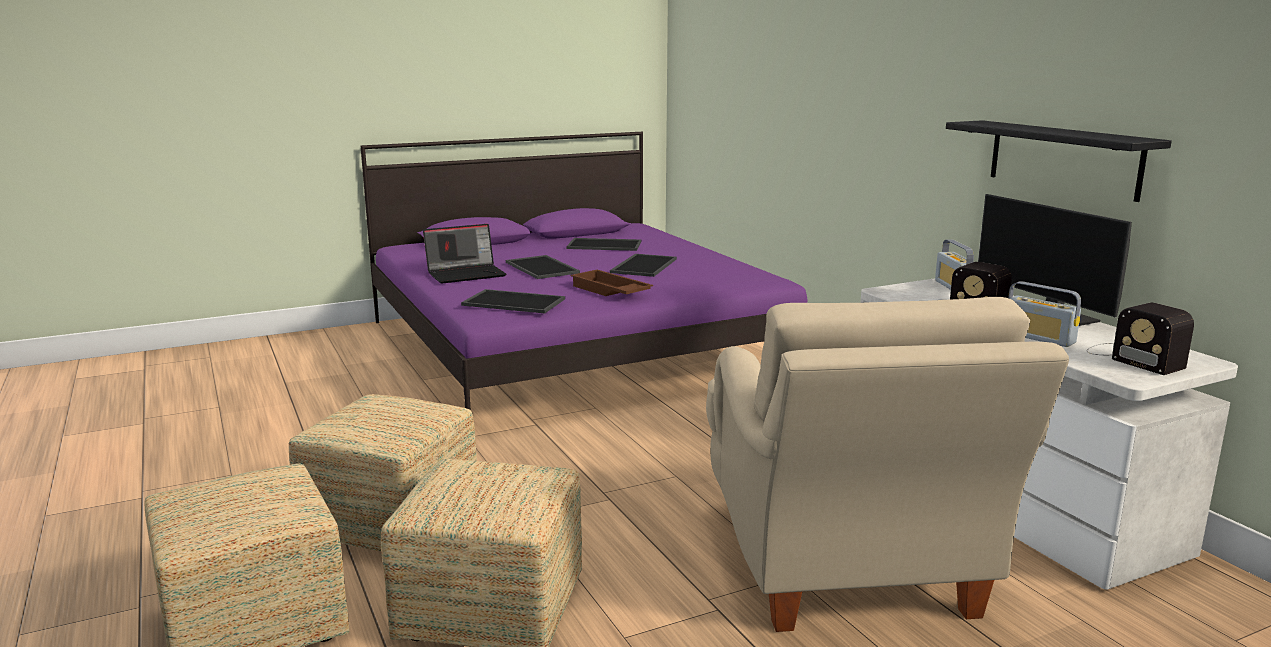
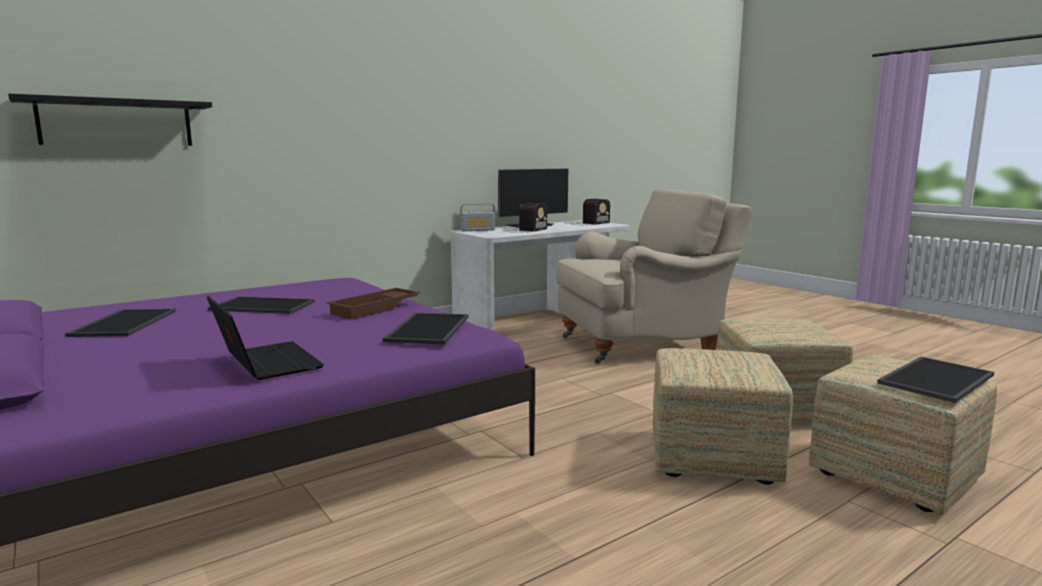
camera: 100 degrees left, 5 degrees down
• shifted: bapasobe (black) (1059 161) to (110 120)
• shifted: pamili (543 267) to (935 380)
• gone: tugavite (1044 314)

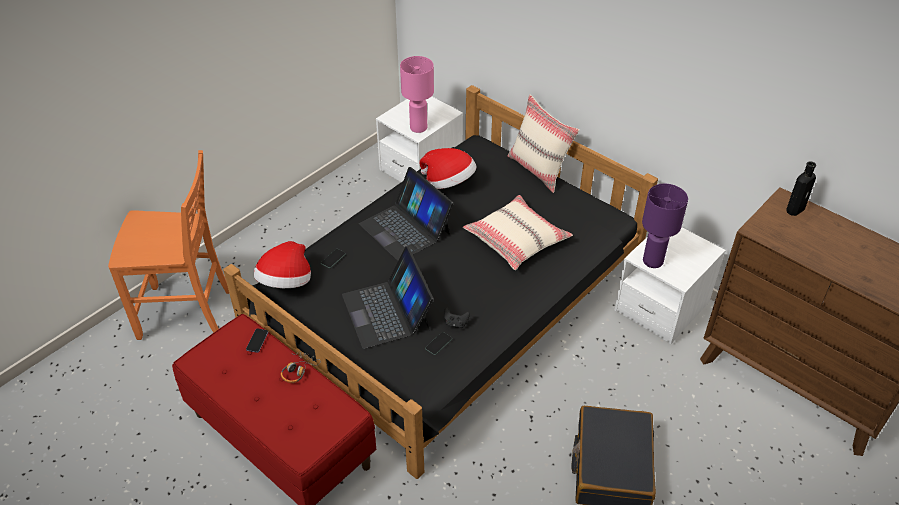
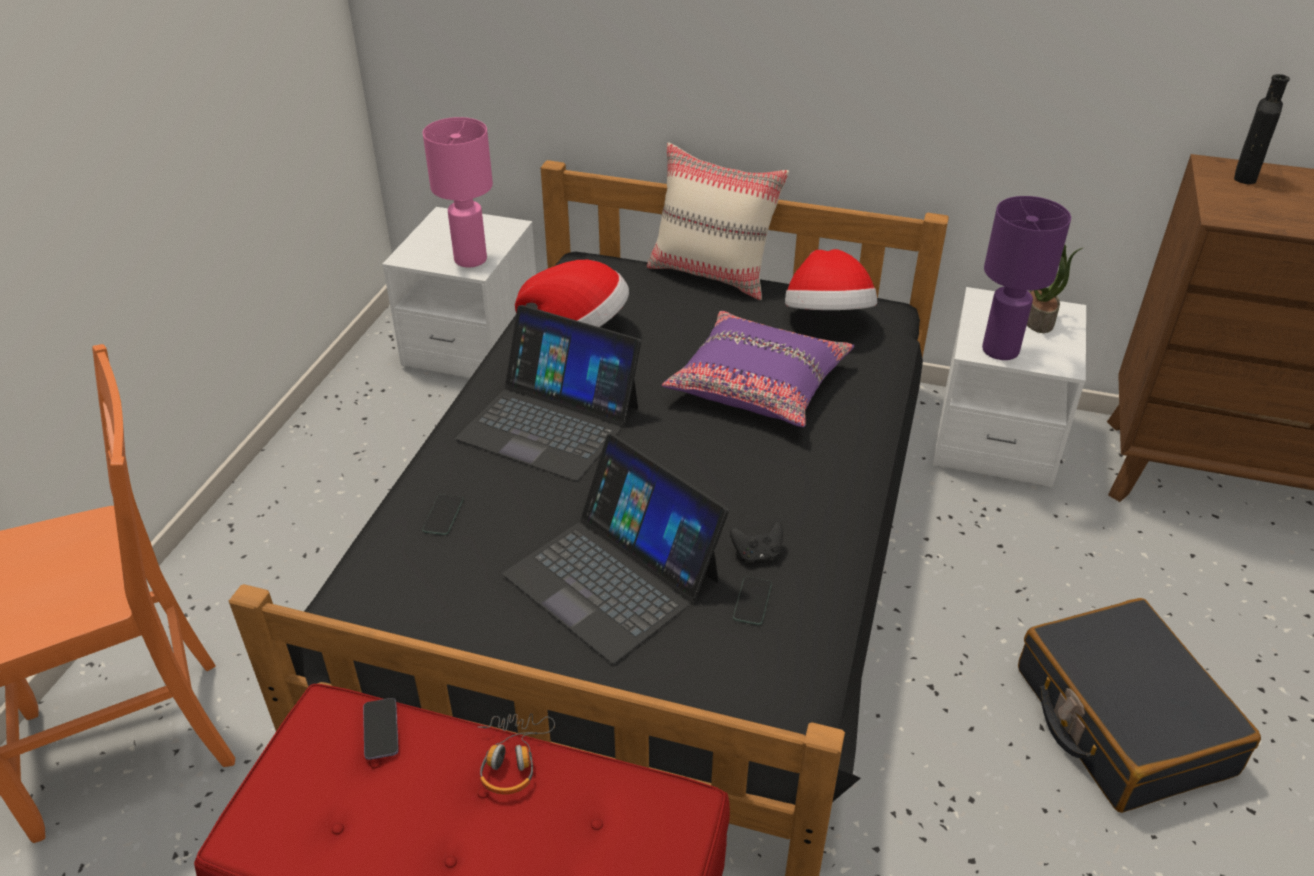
camera: 25 degrees left, 5 degrees down
• repainted: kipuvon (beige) (518 232) to kipuvon (purple) (758 369)
• shifted: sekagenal (282 264) to (831 279)
• new: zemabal (1055 289)

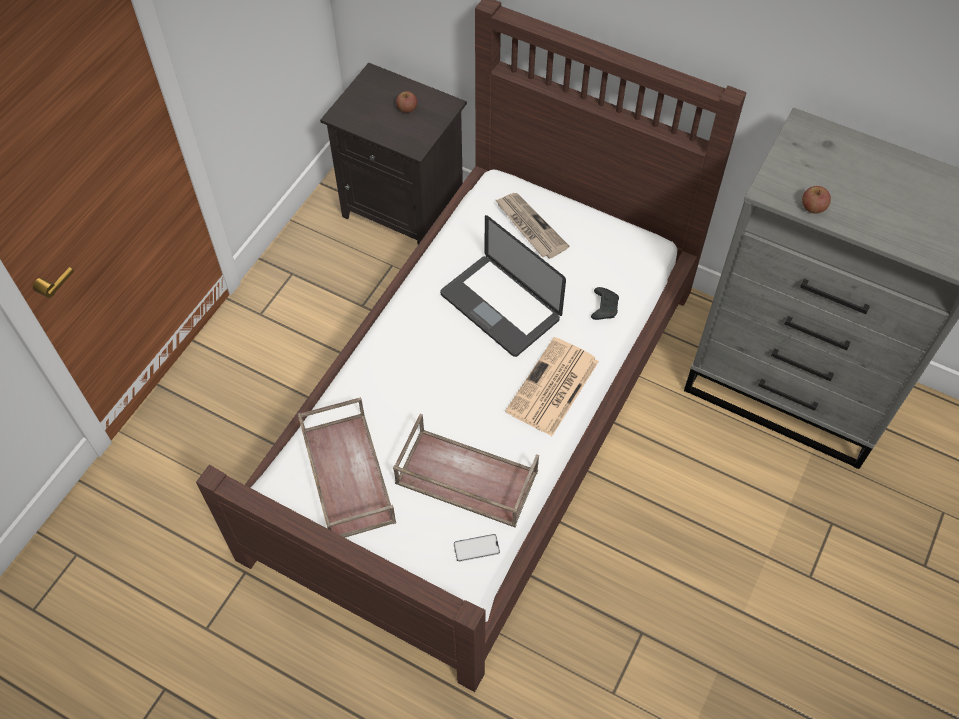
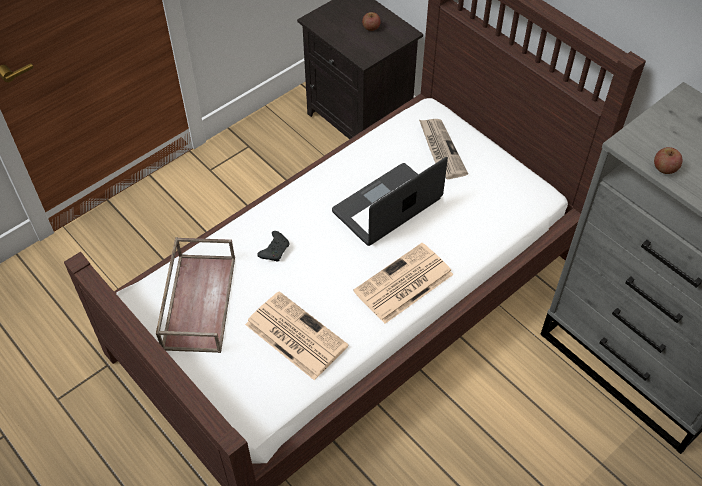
camera: 20 degrees right, 5 degrees down
• rotated: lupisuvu (503 286) = (390 201) 75 degrees clockwise
• shifted: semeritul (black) (605 303) to (273 246)
• swapped: pamili (brown) (466 471) to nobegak (297 335)
• gone: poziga (476 548)

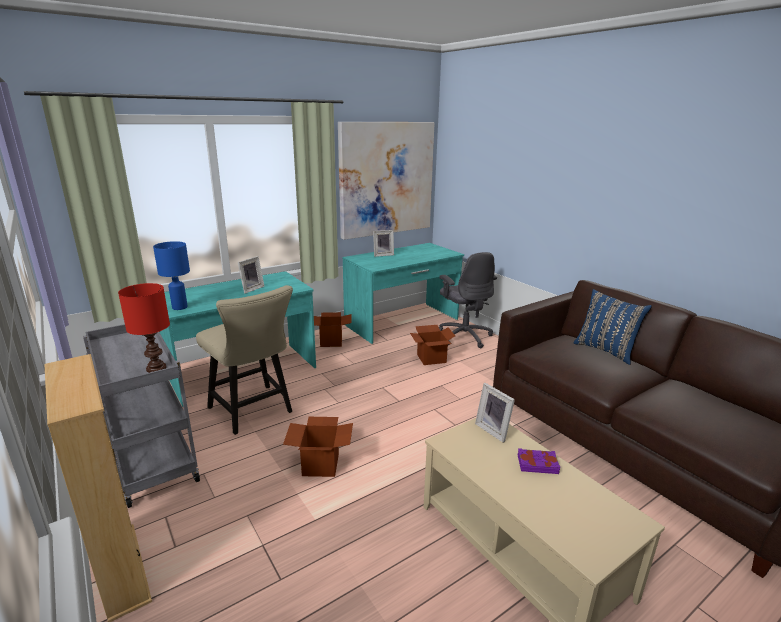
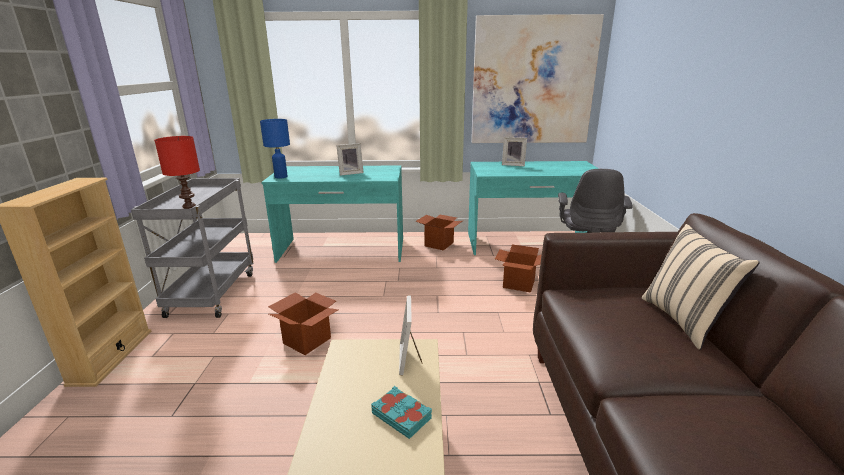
camera: 35 degrees right, 0 degrees up
• gone: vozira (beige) (244 360)
• repainted: kipuvon (blue) (612 327) to kipuvon (beige) (701 287)
• repainted: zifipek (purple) (539 461) to zifipek (turquoise) (401 412)

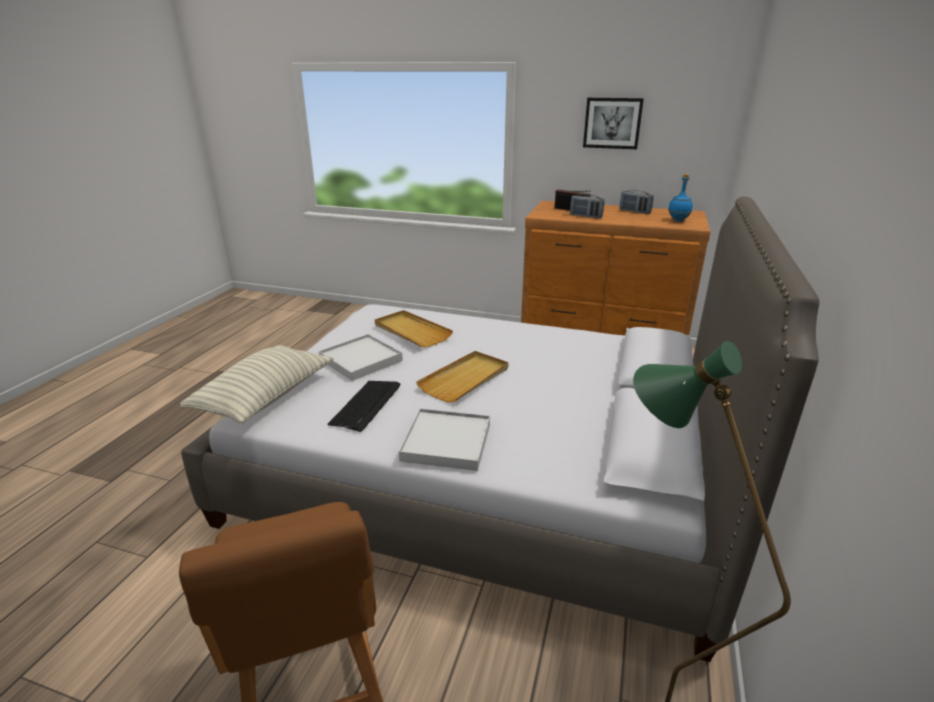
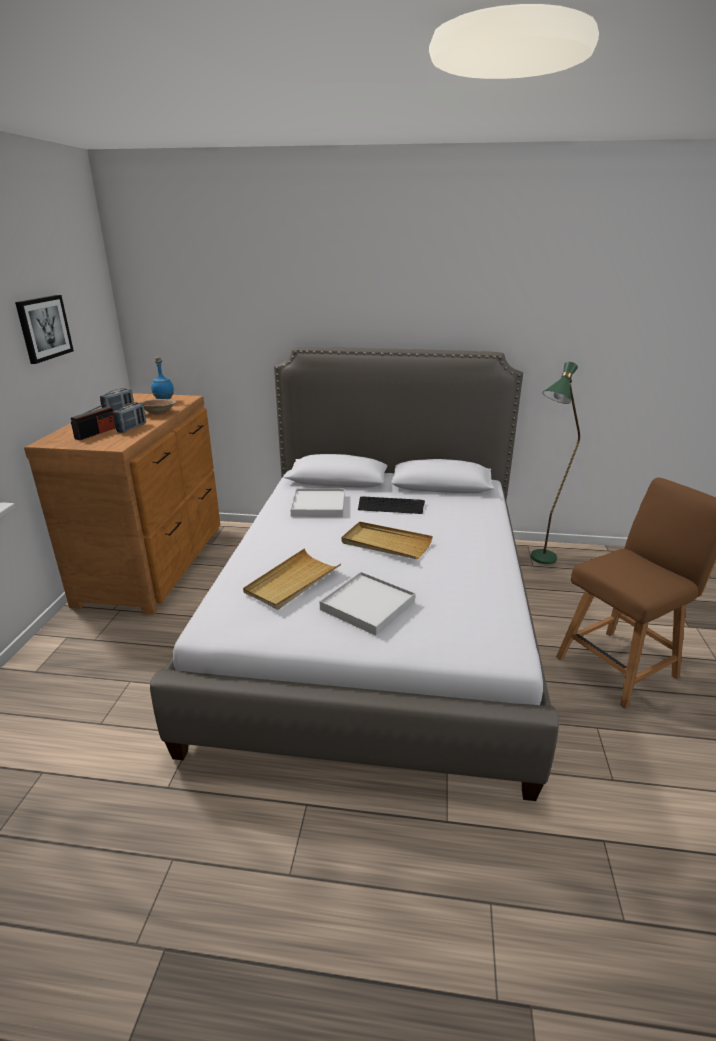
camera: 100 degrees left, 0 degrees up
• gone: kipuvon (257 384)
• shifted: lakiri (364 406) to (391 505)
• shifted: pamili (white) (444 439) to (317 502)
• new: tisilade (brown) (157 407)

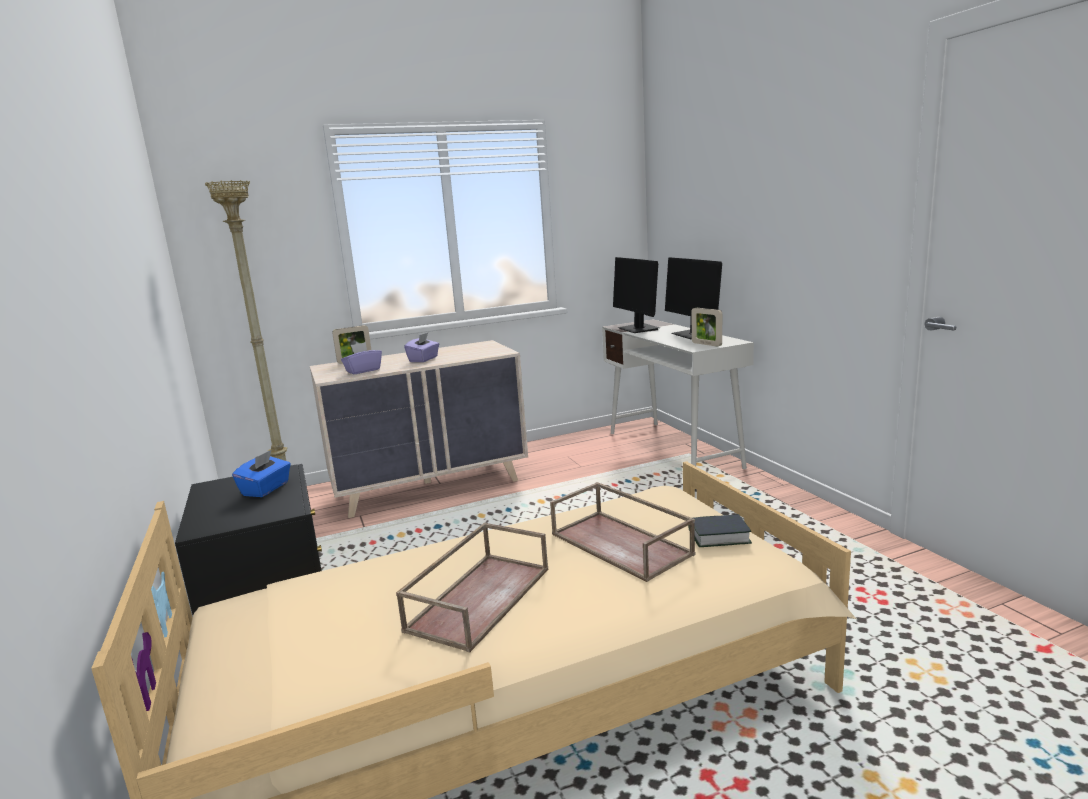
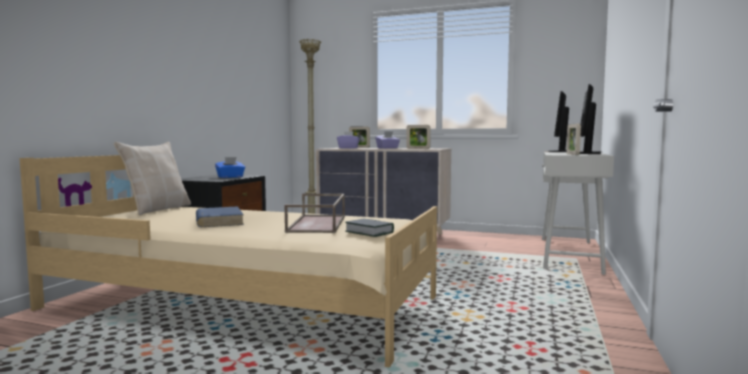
camera: 40 degrees right, 10 degrees down
• swapped: pamili (brown) (472 588) to zifipek (blue) (220 216)
• new: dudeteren (418 137)
• new: kipuvon (beige) (152 178)

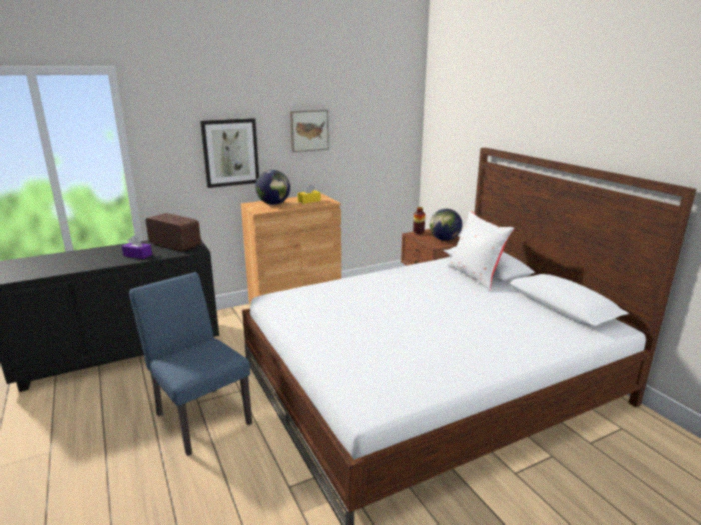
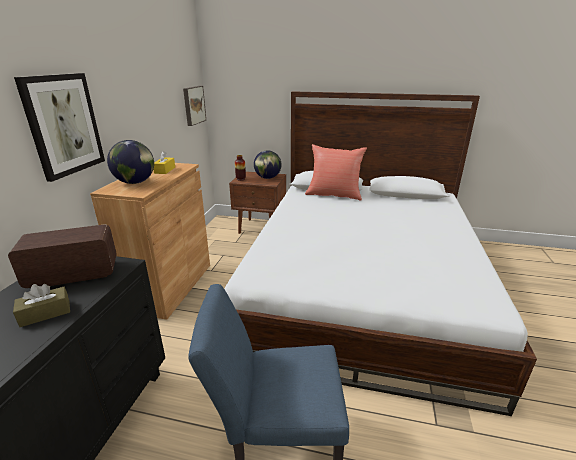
camera: 50 degrees left, 5 degrees up
• shifted: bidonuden (309 131) to (194 106)
• repainted: kipuvon (white) (480 251) to kipuvon (red) (336 172)
• repainted: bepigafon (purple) (137 247) to bepigafon (brown) (41 305)

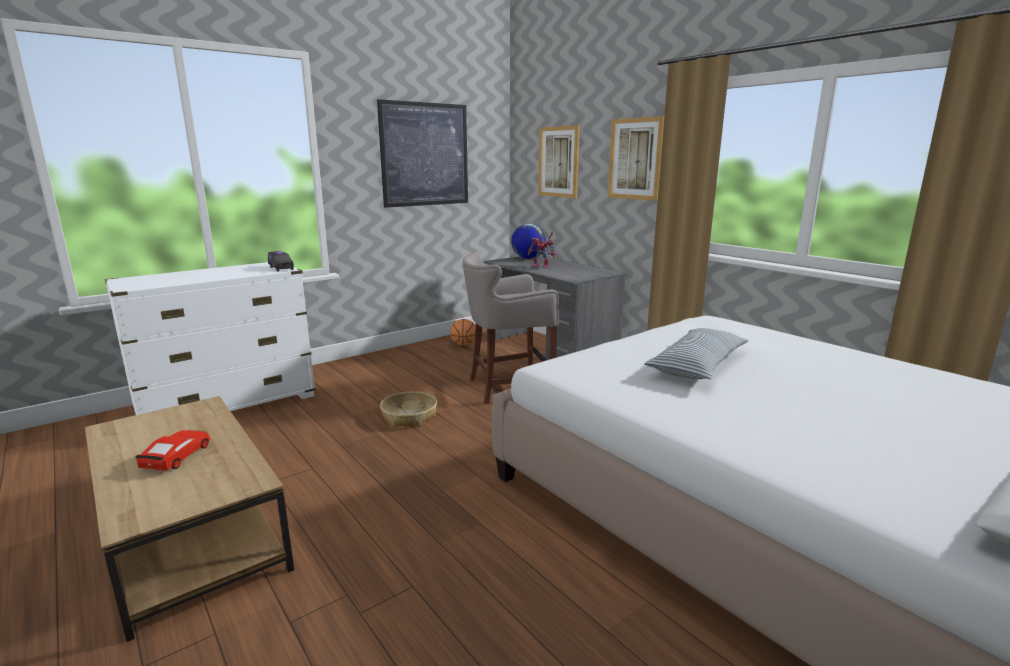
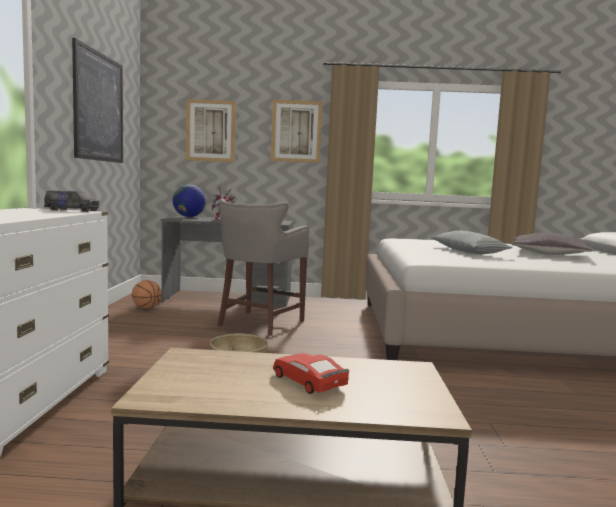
camera: 50 degrees left, 10 degrees down
• new: kipuvon (grey) (551 244)

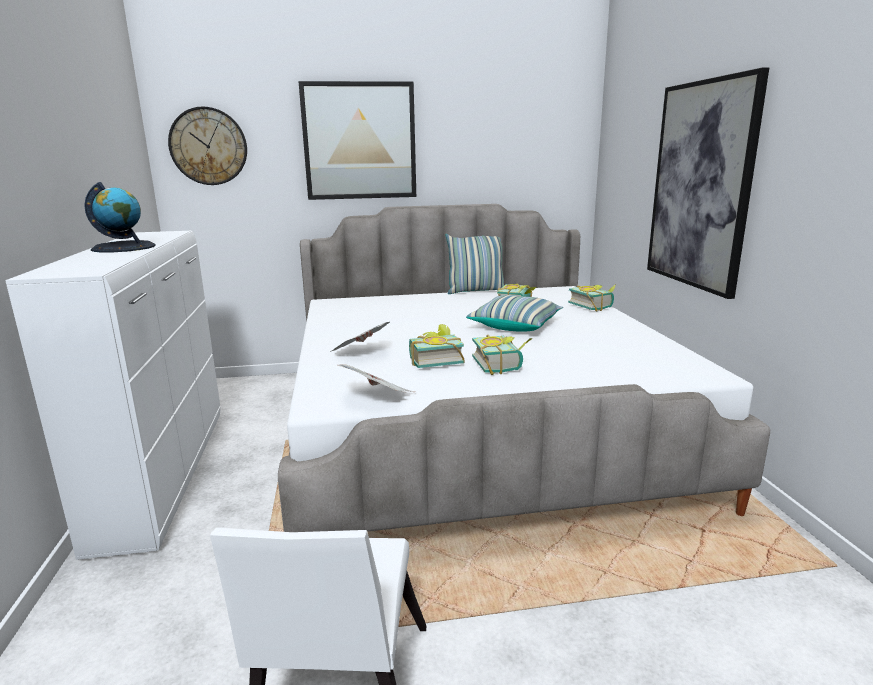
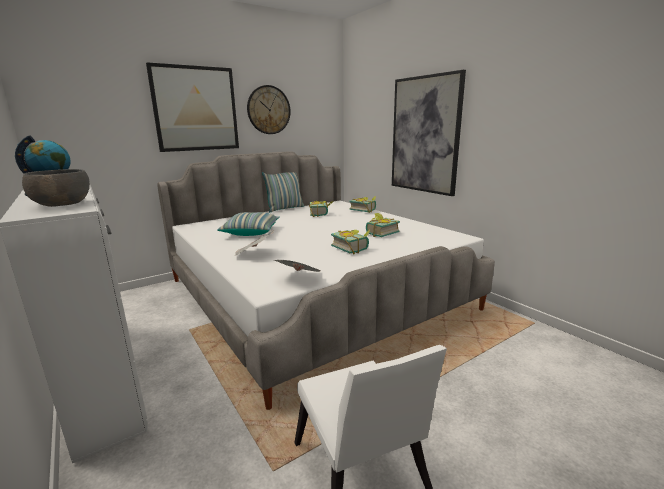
camera: 25 degrees left, 0 degrees up
• shifted: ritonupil (207 146) to (269 109)
• shifted: kipuvon (514 313) to (248 224)
• shifted: zifipek (437 346) to (383 225)
• new: tisilade (grey) (56 188)

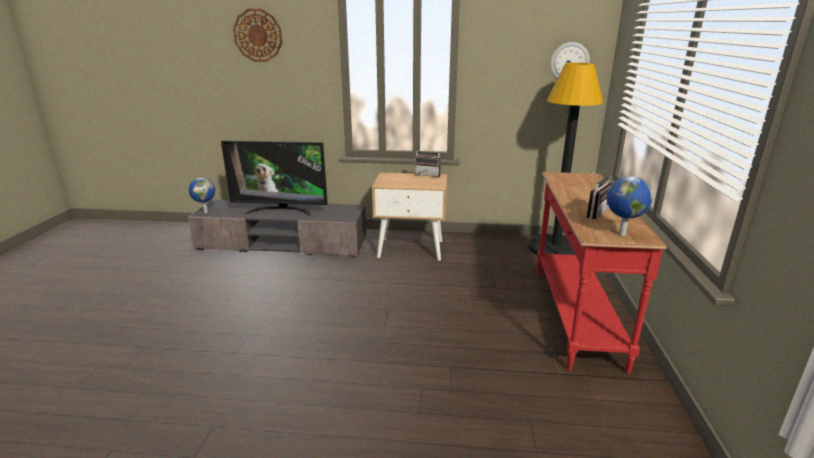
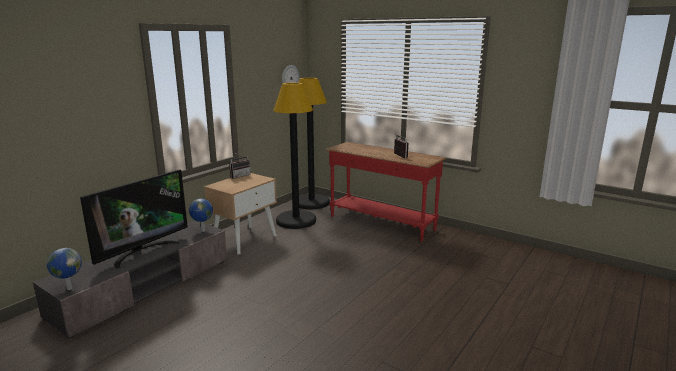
camera: 60 degrees left, 5 degrees down
• gone: ritonupil (257 35)
• shifted: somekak (630 206) to (201 215)
• new: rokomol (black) (294 156)

